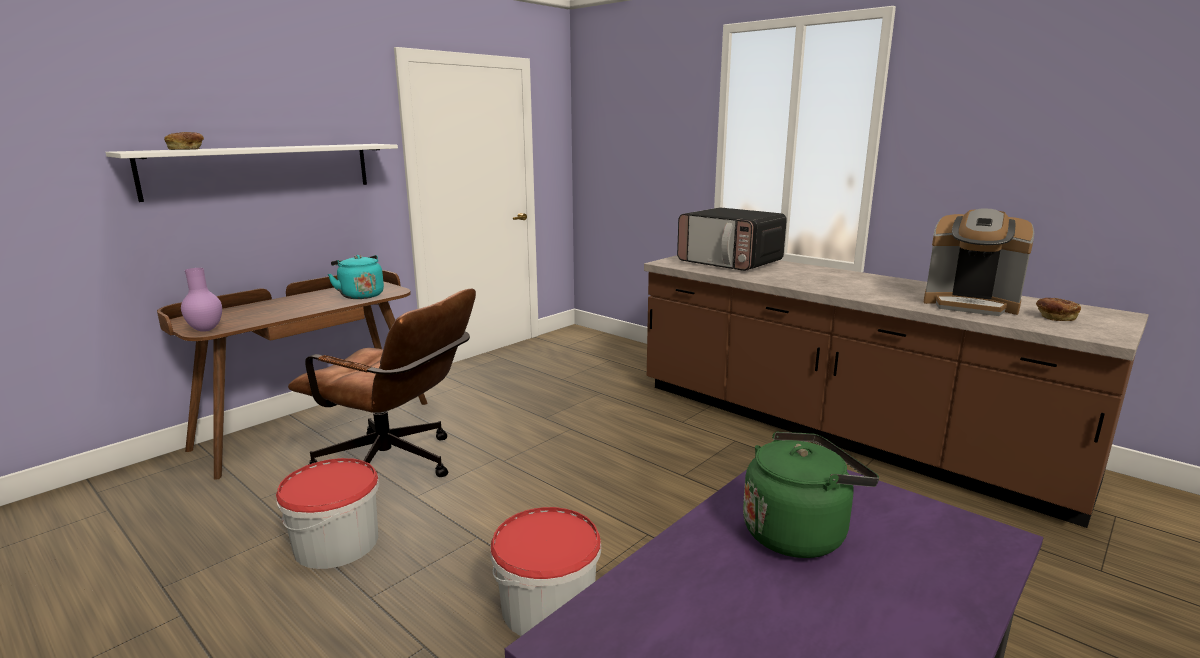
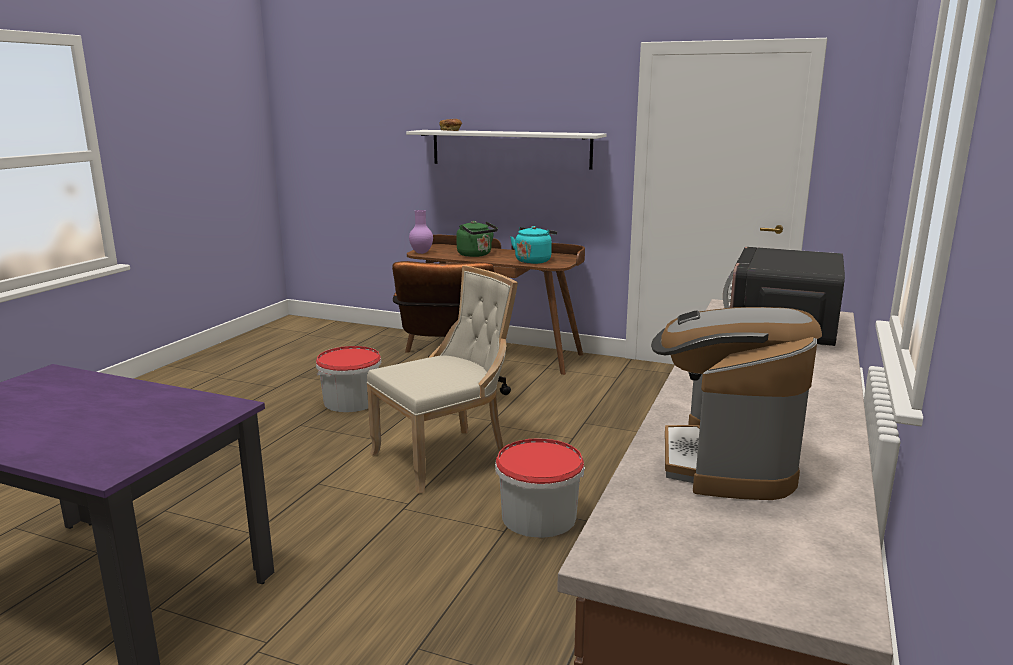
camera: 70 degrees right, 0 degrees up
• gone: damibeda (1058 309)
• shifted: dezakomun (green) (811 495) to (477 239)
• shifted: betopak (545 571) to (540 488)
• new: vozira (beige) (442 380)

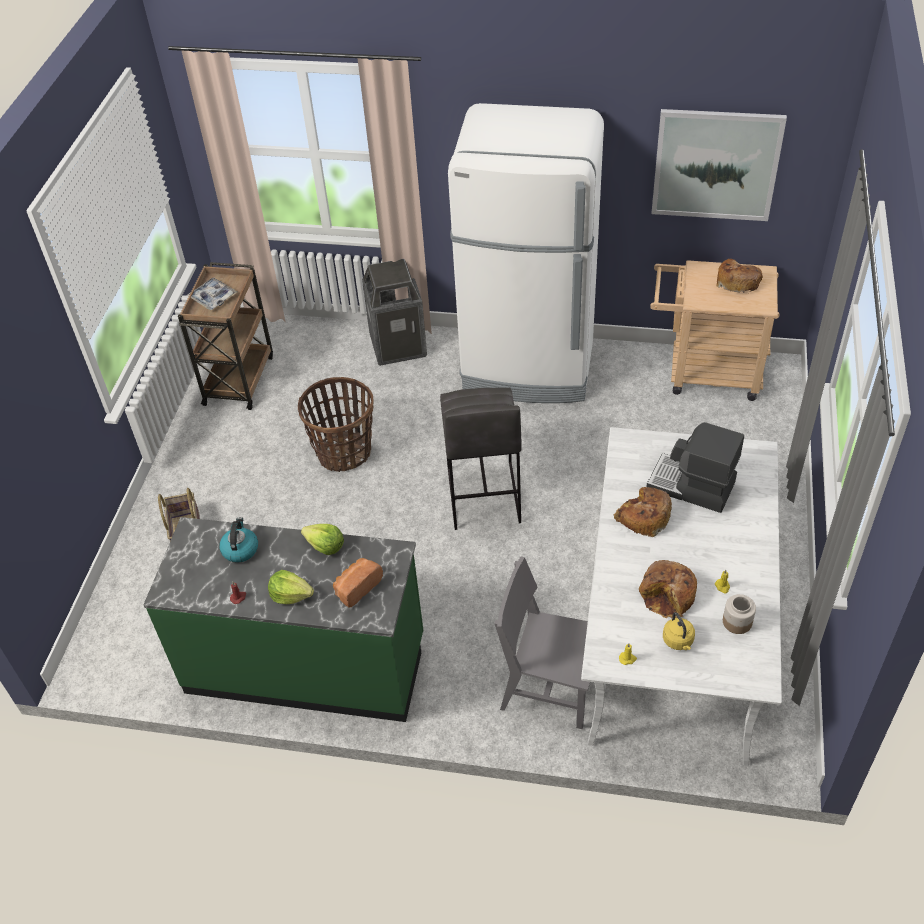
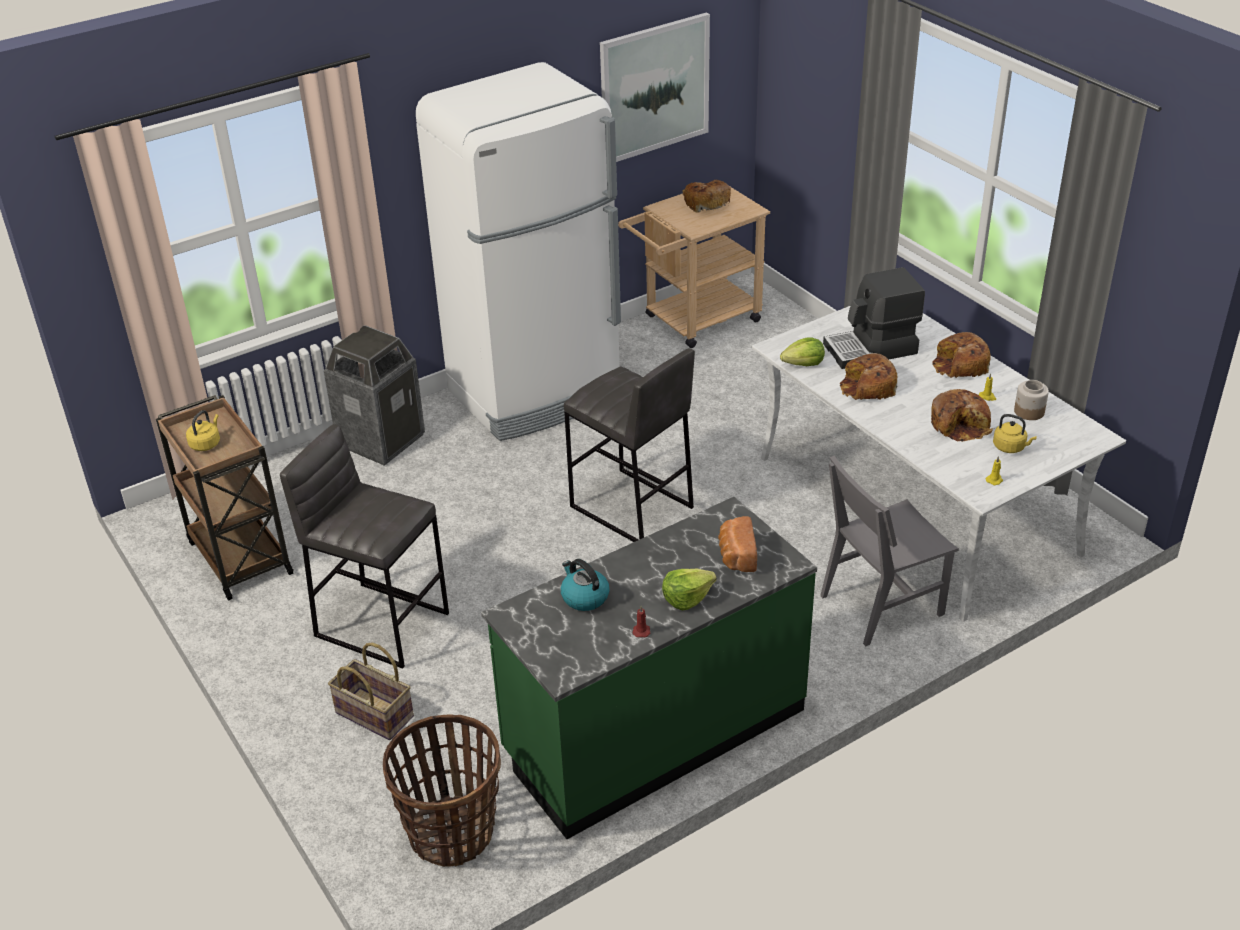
camera: 45 degrees left, 10 degrees down
• swapped: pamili (212 293) to dezakomun (yellow) (203 430)
• shifted: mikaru (335 424) to (442 790)
• shifted: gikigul (322 539) to (802 351)
• new: damibeda (961 355)
• new: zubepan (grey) (364 546)

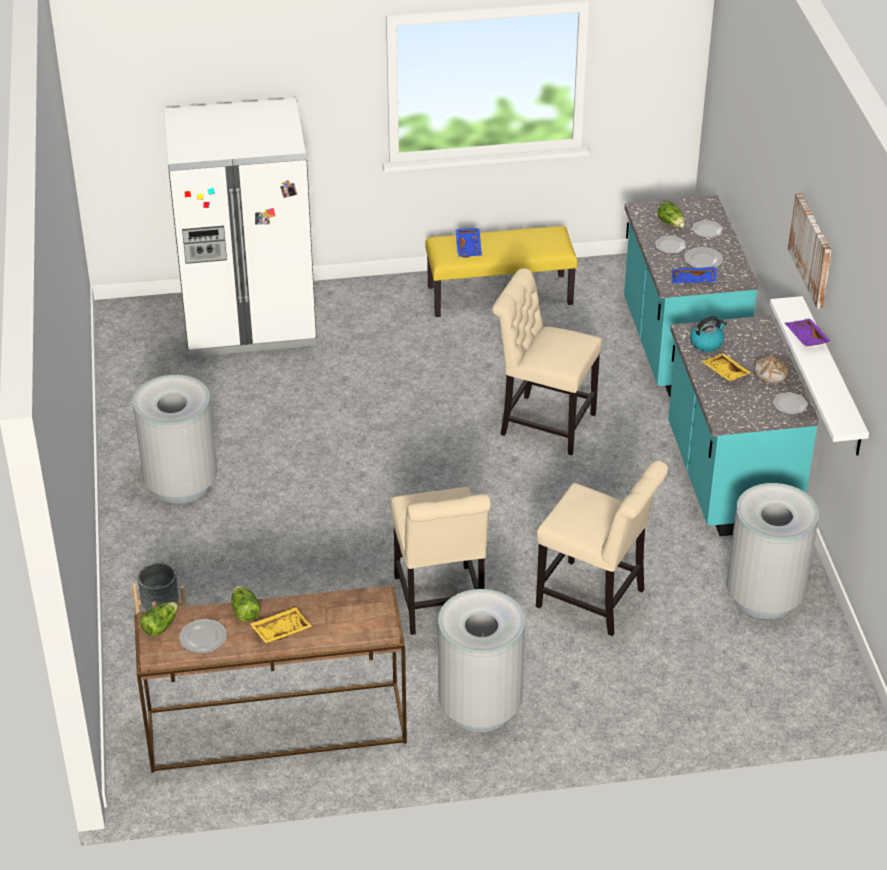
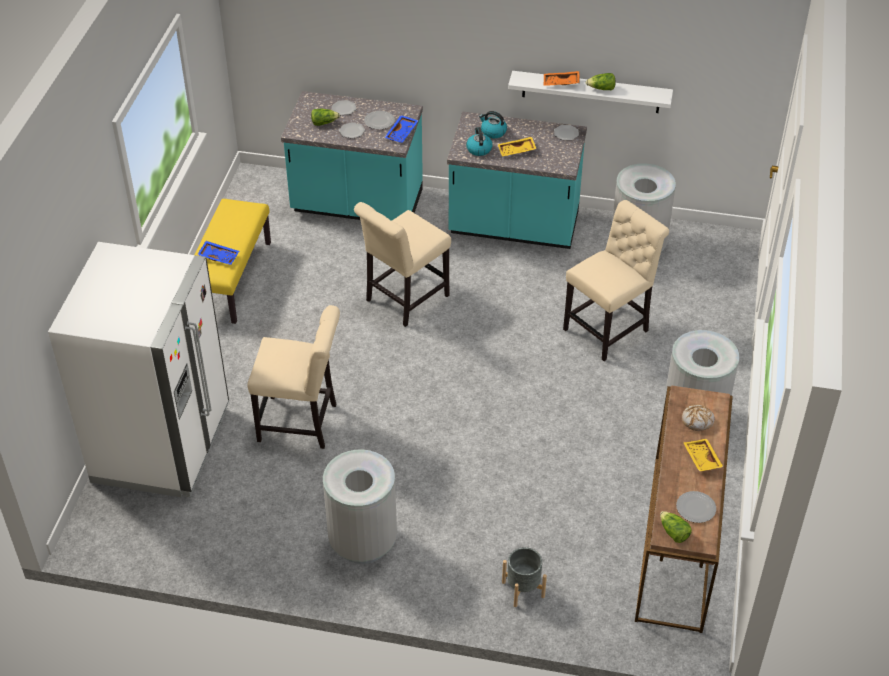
camera: 70 degrees left, 5 degrees up
• gone: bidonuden (810 250)
• repainted: pamili (purple) (808 332) to pamili (orange) (562 78)
• shifted: damibeda (771 370) to (698 418)
• shifted: vozira (beige) (441 561) to (293 377)
• shifted: gikigul (246 603) to (601 81)
• new: dezakomun (493 124)

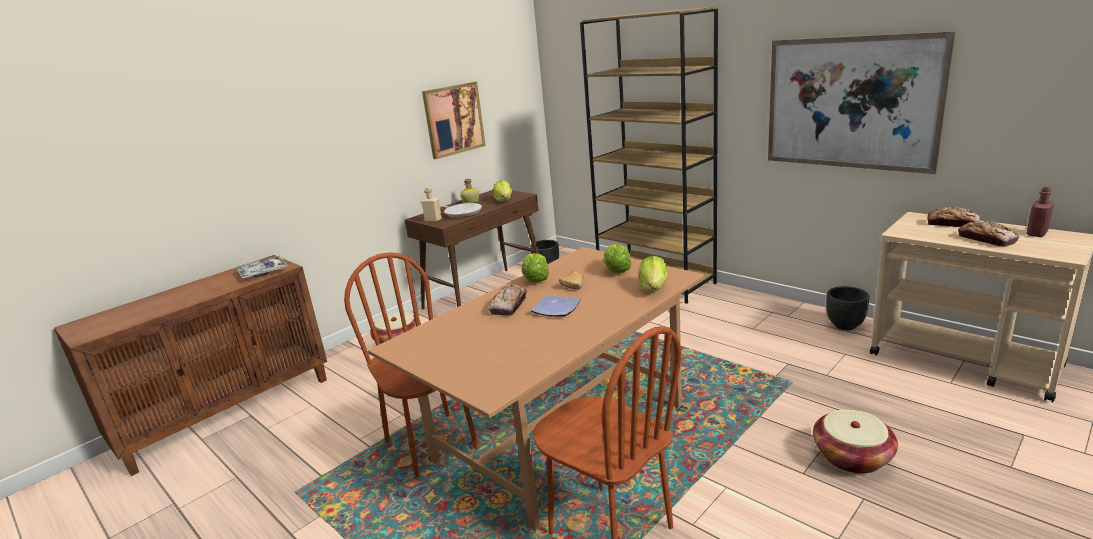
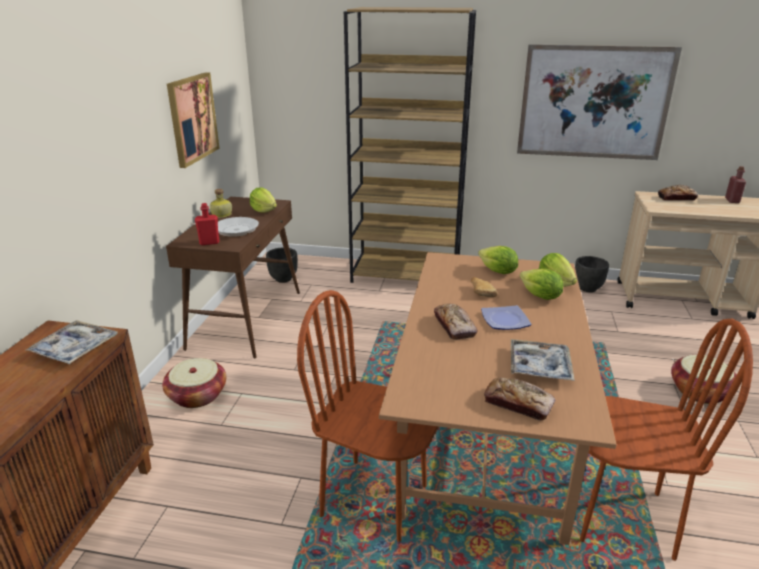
camera: 35 degrees left, 5 degrees up
• repainted: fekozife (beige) (431 204) to fekozife (red) (207 224)
• shifted: damibeda (988 233) to (519 398)
• shifted: gikigul (536 267) to (541 284)
• new: pamili (543 360)

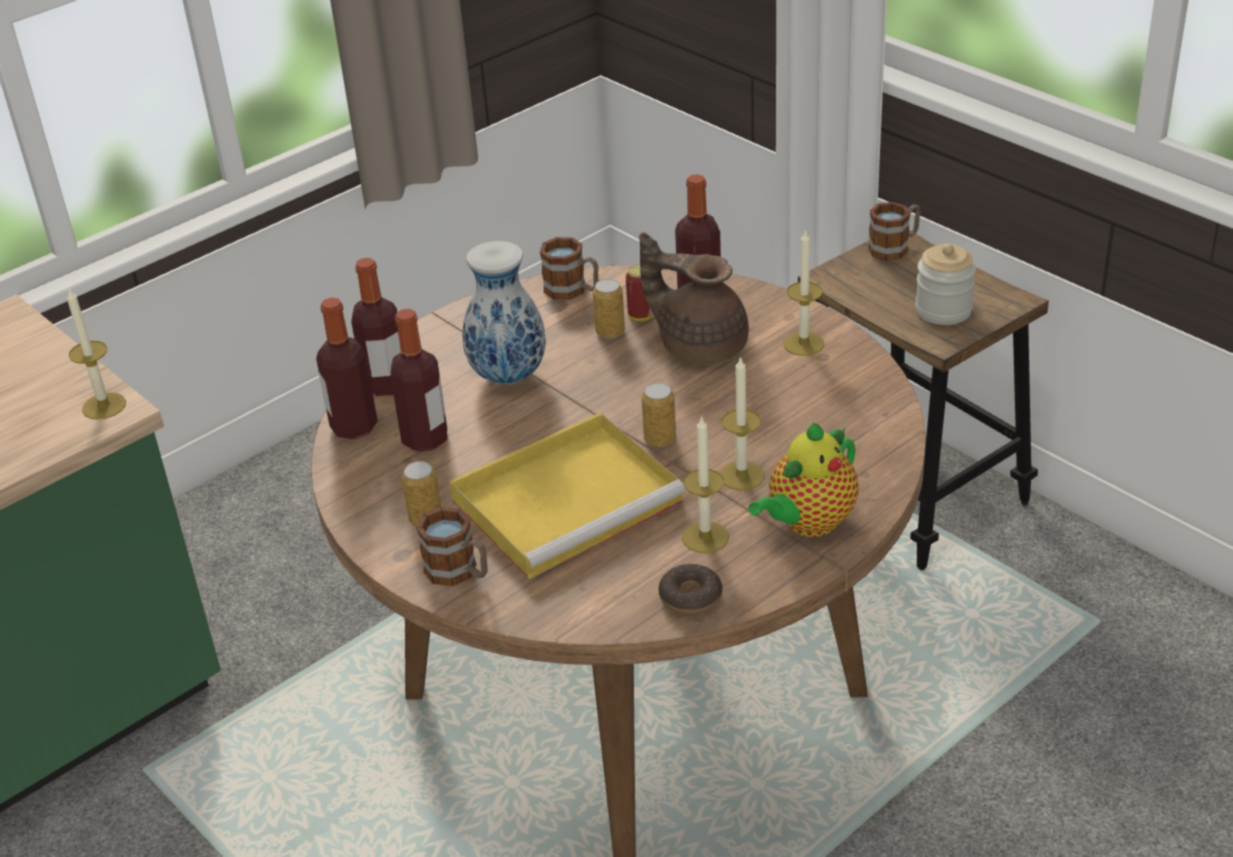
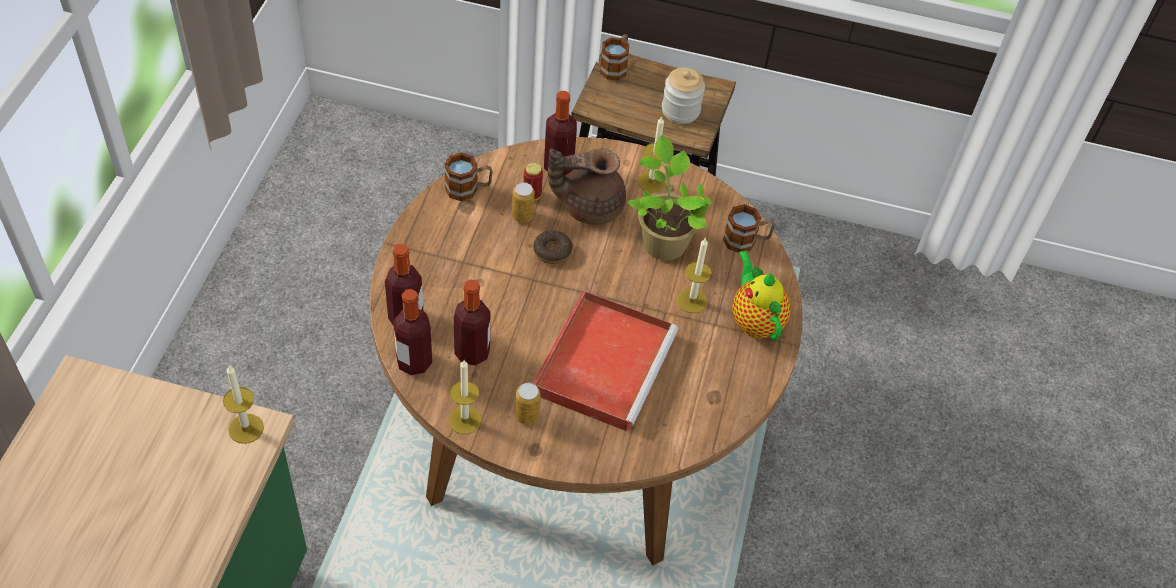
camera: 40 degrees left, 15 degrees up
• gone: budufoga (504 313)
• gone: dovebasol (659 415)
• repainted: pamili (yellow) (567 496) to pamili (red) (606 361)
• shifted: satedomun (705 484) to (465 397)
• rotated: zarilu (803 479) = (761 295) 150 degrees clockwise
• shifted: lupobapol (452 546) to (749 228)
• shifted: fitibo (690 590) to (553 247)
• new: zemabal (670 197)

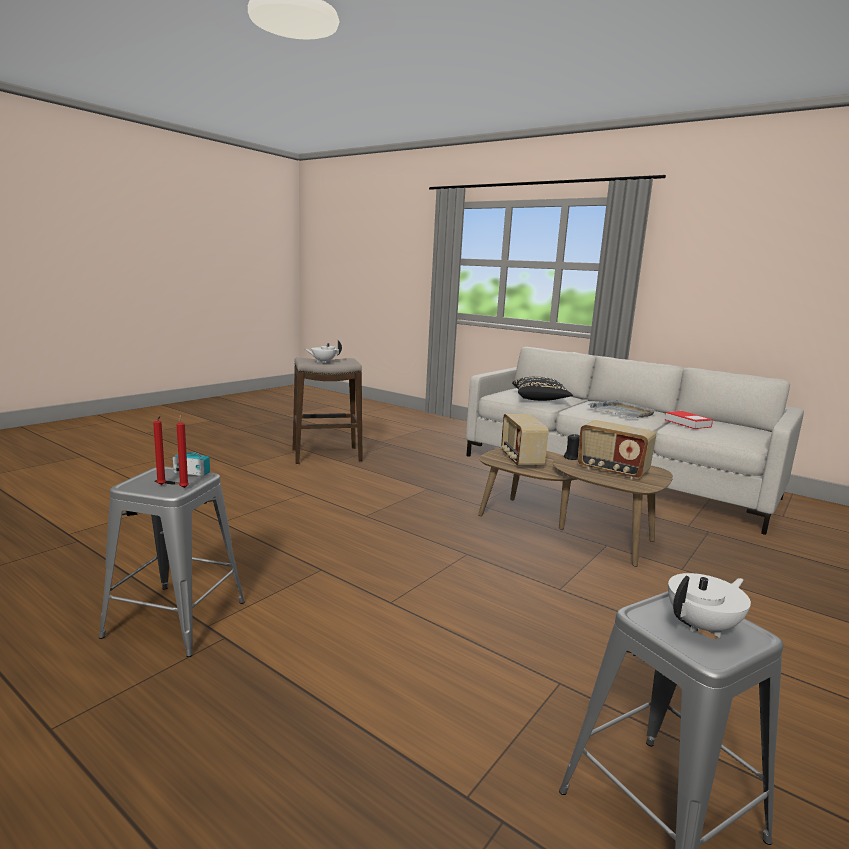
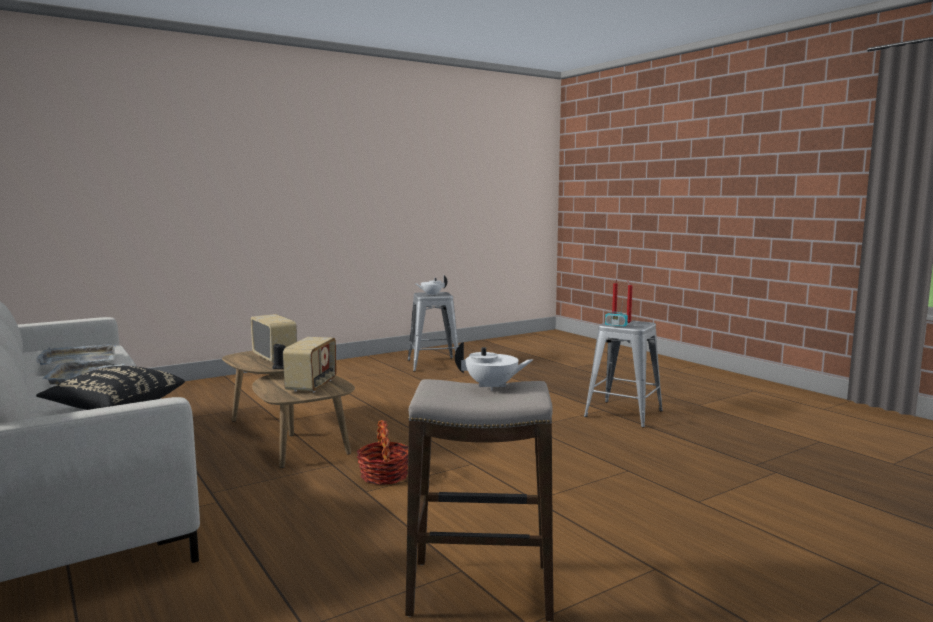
camera: 160 degrees left, 5 degrees down
• swapped: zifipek (689 420) to pamili (grey) (76 354)
• new: mikaru (382 452)

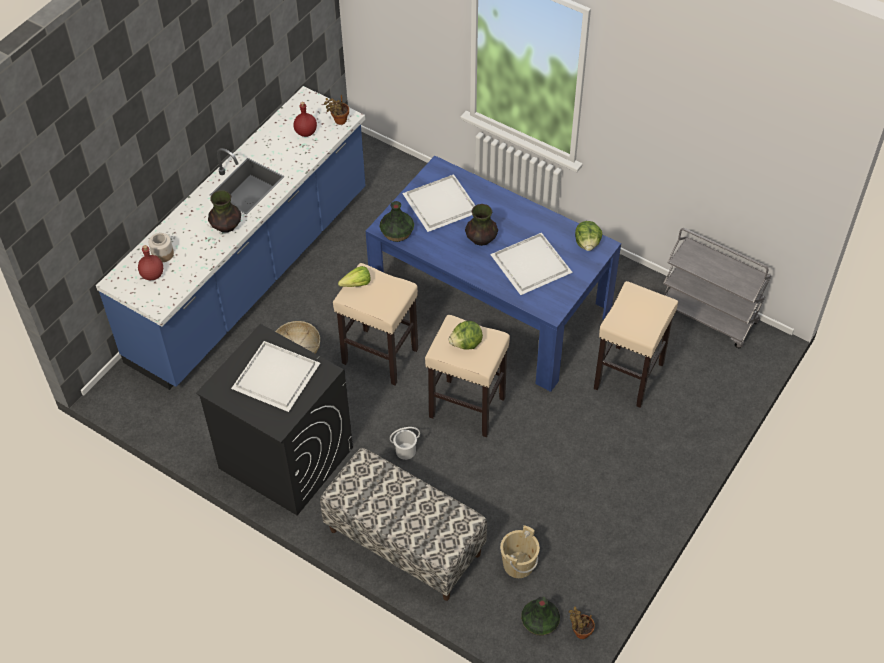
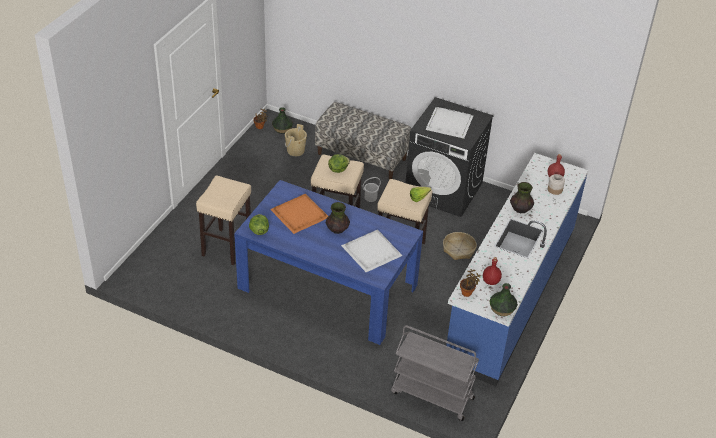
camera: 170 degrees right, 10 degrees down
• shifted: budufoga (396 221) to (503 299)
• shifted: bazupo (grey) (717 288) to (435 373)
• repainted: pamili (white) (531 264) to pamili (orange) (299 214)

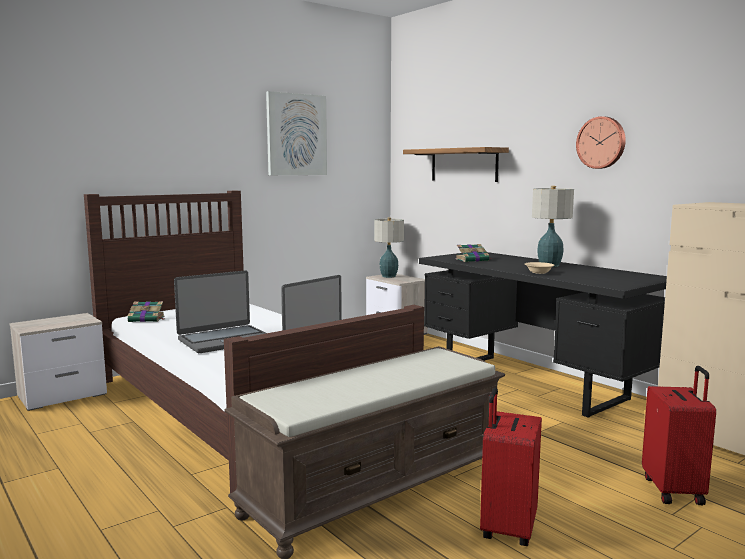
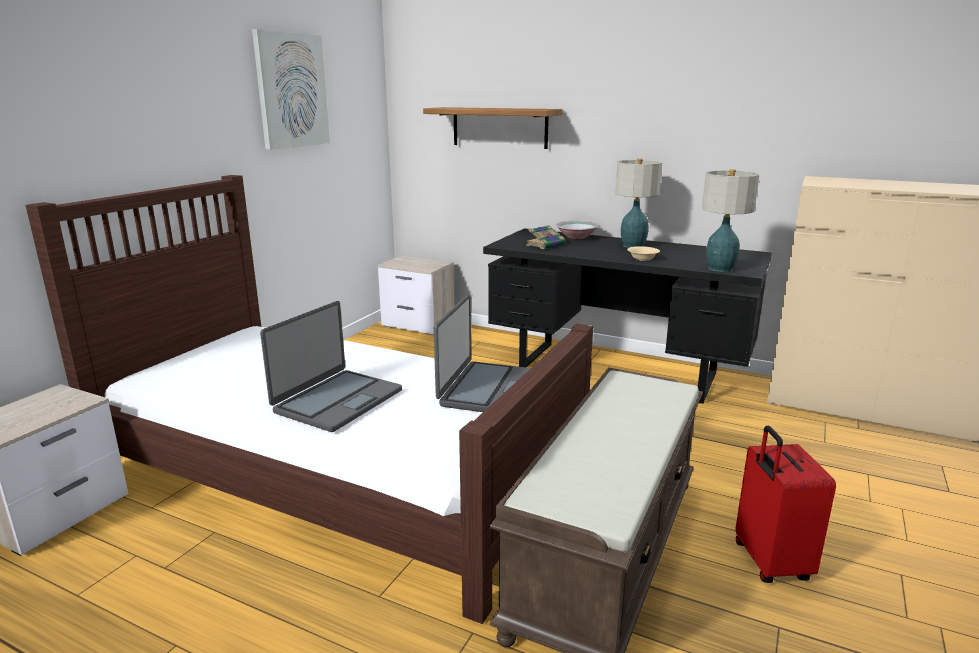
camera: 25 degrees left, 10 degrees up
• gone: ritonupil (601 142)
• shifted: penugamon (389 247) to (730 220)
• gone: zifipek (147 311)
• gone: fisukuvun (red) (679 435)
• new: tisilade (577 230)

